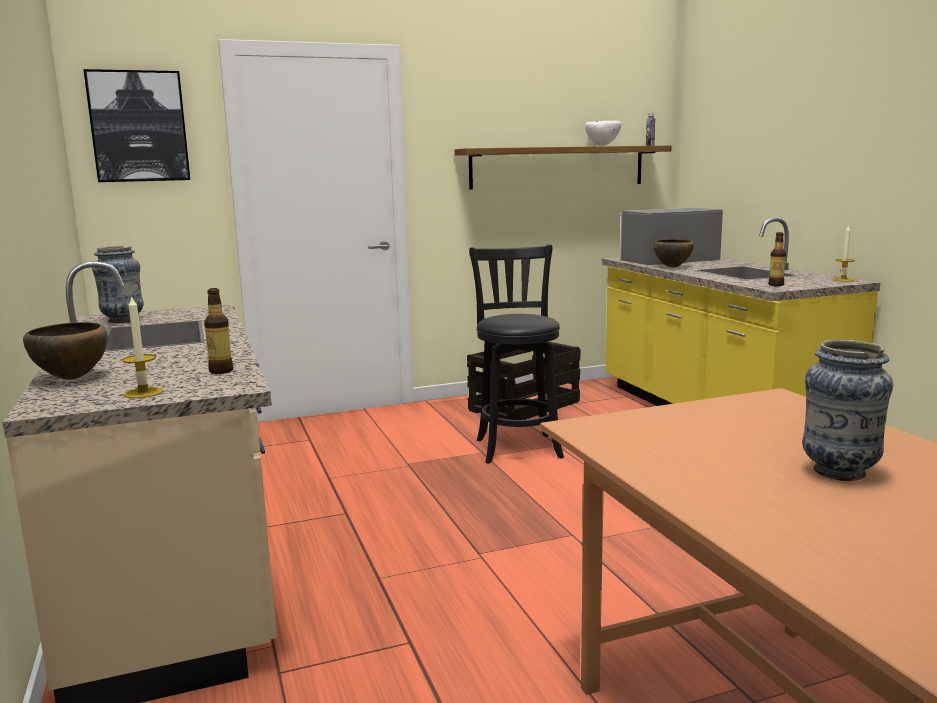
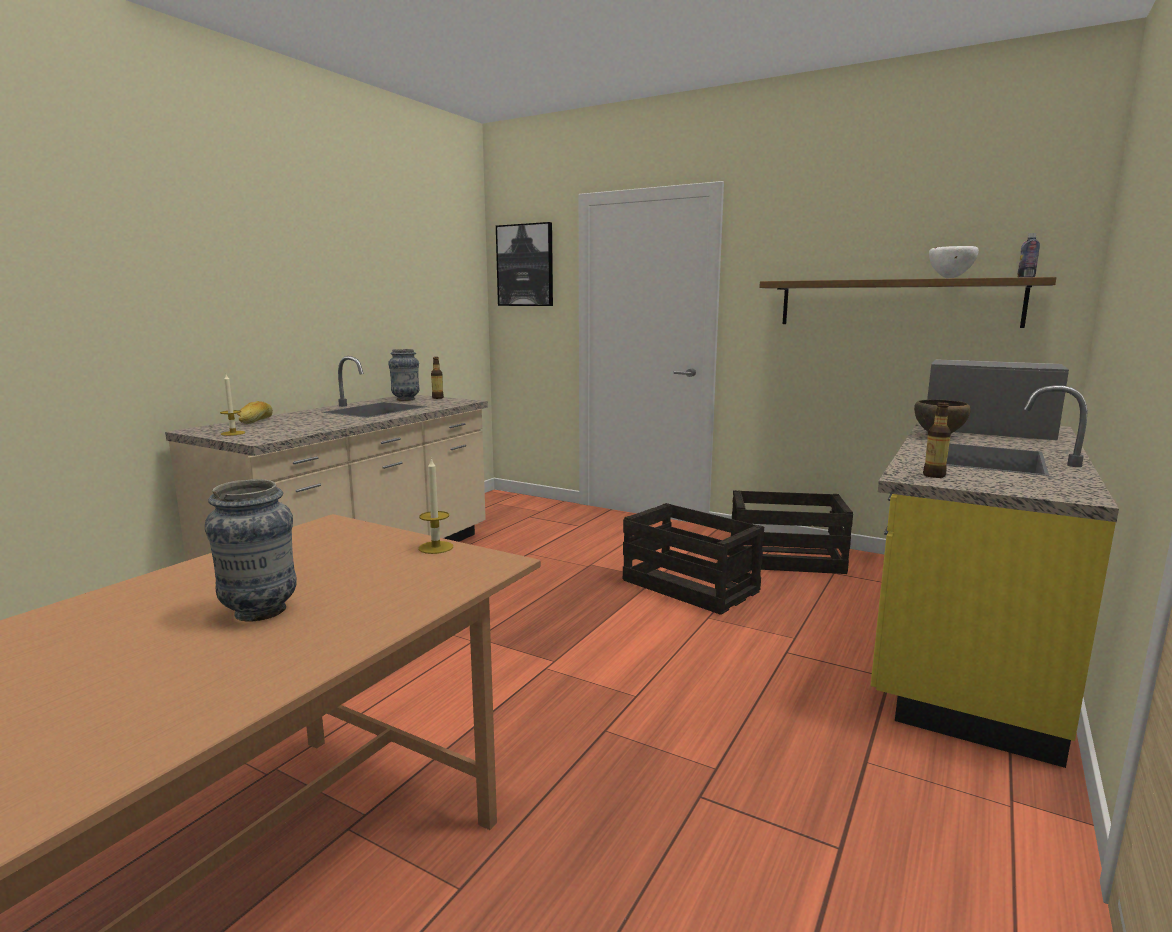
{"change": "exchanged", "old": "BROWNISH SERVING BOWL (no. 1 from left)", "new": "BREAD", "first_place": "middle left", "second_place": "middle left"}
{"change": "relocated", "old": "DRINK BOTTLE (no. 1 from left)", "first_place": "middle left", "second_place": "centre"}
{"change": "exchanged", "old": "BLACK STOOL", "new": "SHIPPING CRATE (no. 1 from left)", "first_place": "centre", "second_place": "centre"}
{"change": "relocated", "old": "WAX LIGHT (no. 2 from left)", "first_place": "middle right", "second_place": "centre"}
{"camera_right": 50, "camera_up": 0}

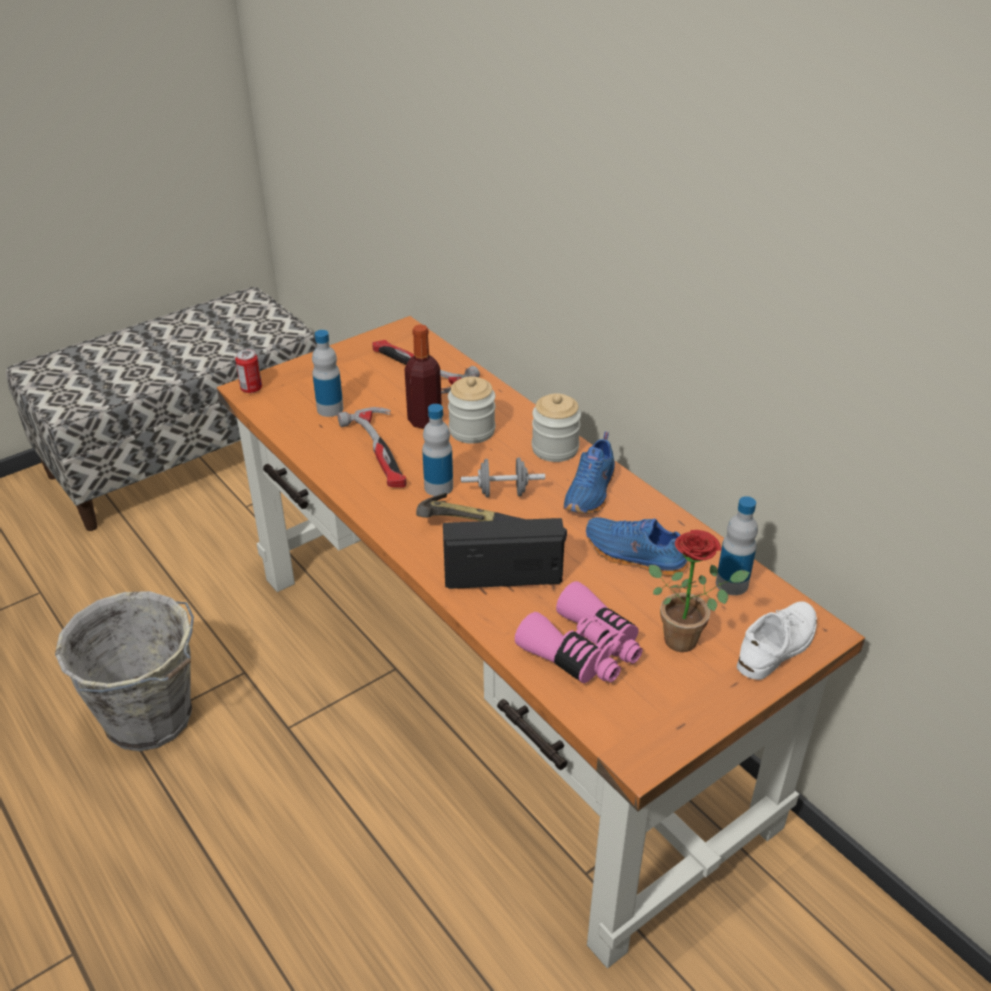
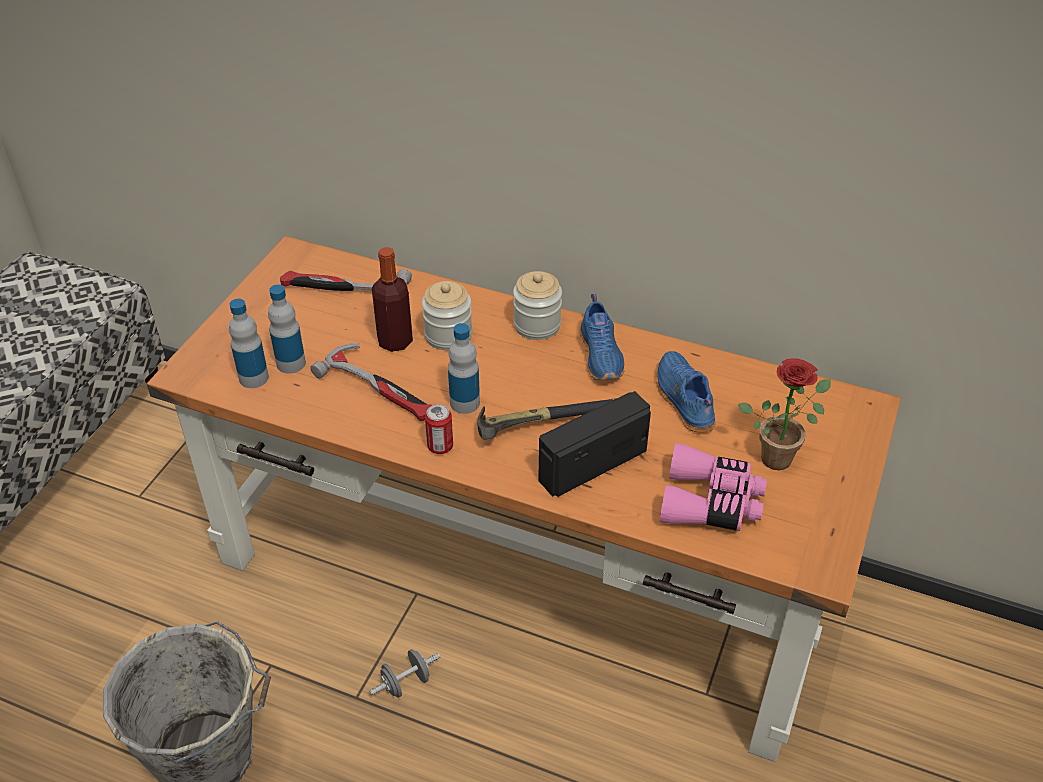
{"change": "relocated", "old": "CAN", "first_place": "middle left", "second_place": "centre"}
{"change": "relocated", "old": "GREYISH DUMBBELL", "first_place": "centre", "second_place": "bottom centre"}
{"change": "spun", "old": "BLUISH ITEM OF FOOTWEAR (no. 2 from left)", "first_place": "centre", "second_place": "centre", "degrees": 75}
{"change": "relocated", "old": "DRINK BOTTLE (no. 4 from left in the first image)", "new": "DRINK BOTTLE (no. 1 from left)", "first_place": "middle right", "second_place": "middle left"}
{"change": "missing", "old": "WHITE-COLOURED ITEM OF FOOTWEAR", "first_place": "middle right"}
{"camera_right": -30, "camera_up": 5}

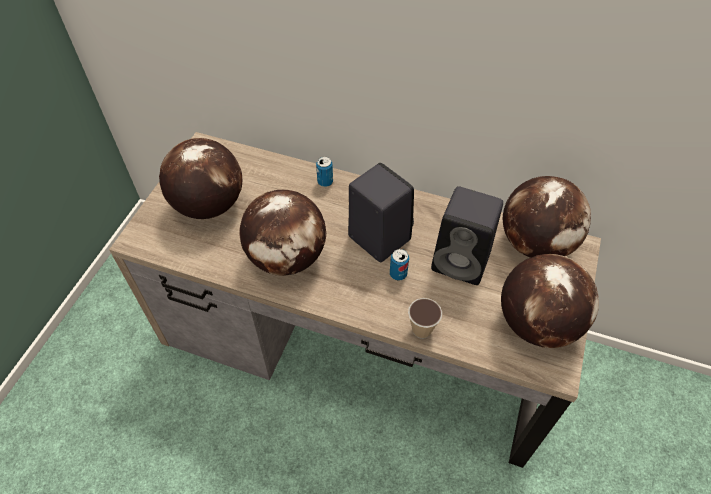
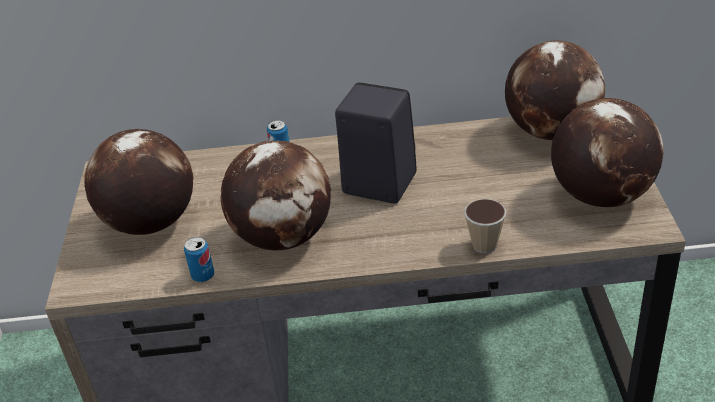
{"change": "relocated", "old": "CAN (no. 2 from left in the first image)", "new": "CAN (no. 1 from left)", "first_place": "centre", "second_place": "middle left"}
{"change": "missing", "old": "BLACK SPEAKER (no. 2 from left)", "first_place": "centre"}
{"camera_right": -20, "camera_up": -15}

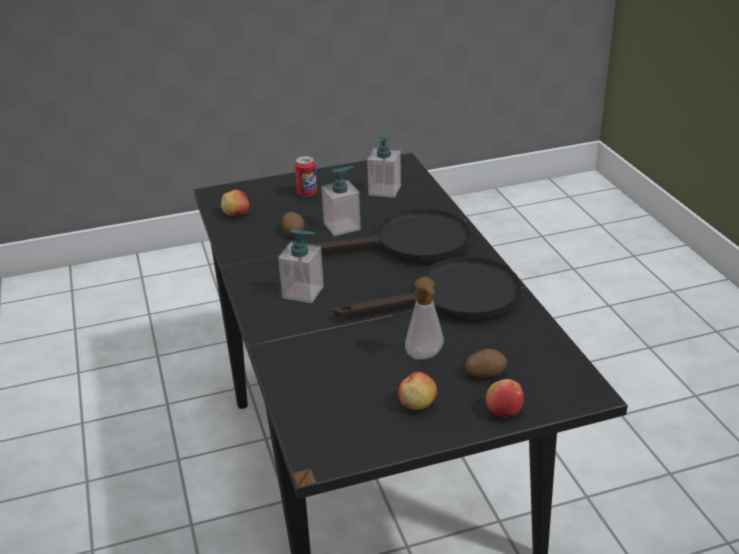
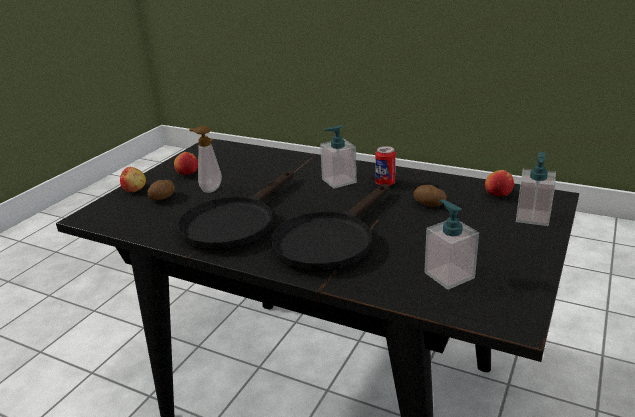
{"change": "relocated", "old": "CAN", "first_place": "top centre", "second_place": "centre"}
{"change": "relocated", "old": "LIQUID SOAP BOTTLE (no. 2 from left in the first image)", "new": "LIQUID SOAP BOTTLE (no. 4 from left)", "first_place": "centre", "second_place": "middle right"}
{"camera_right": 135, "camera_up": -5}

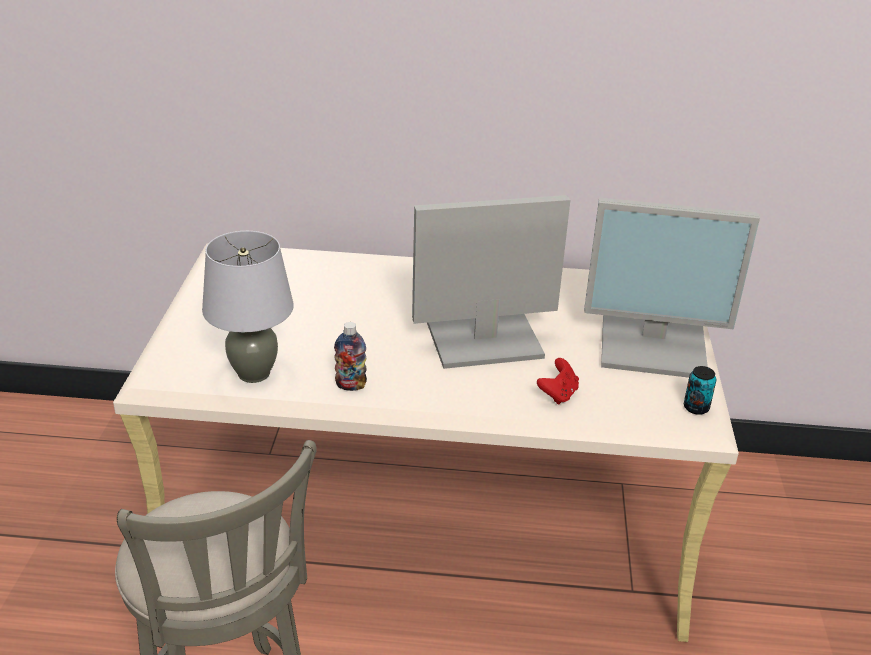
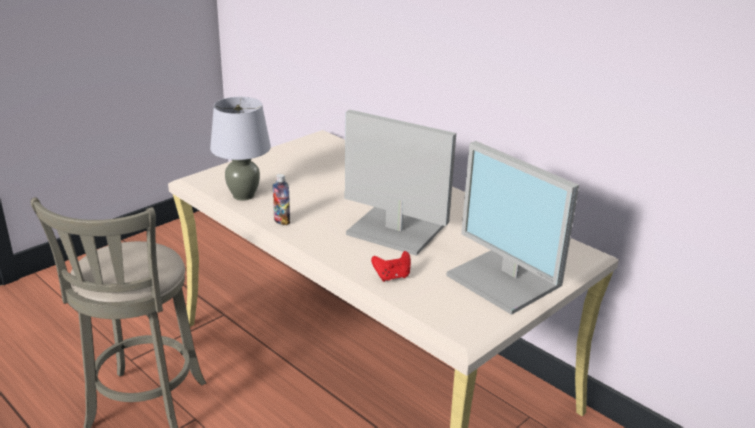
{"change": "missing", "old": "CAN", "first_place": "middle right"}
{"camera_right": 40, "camera_up": -5}

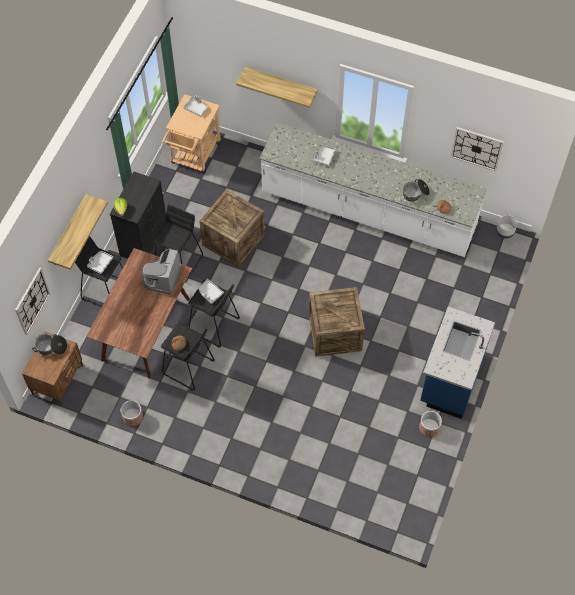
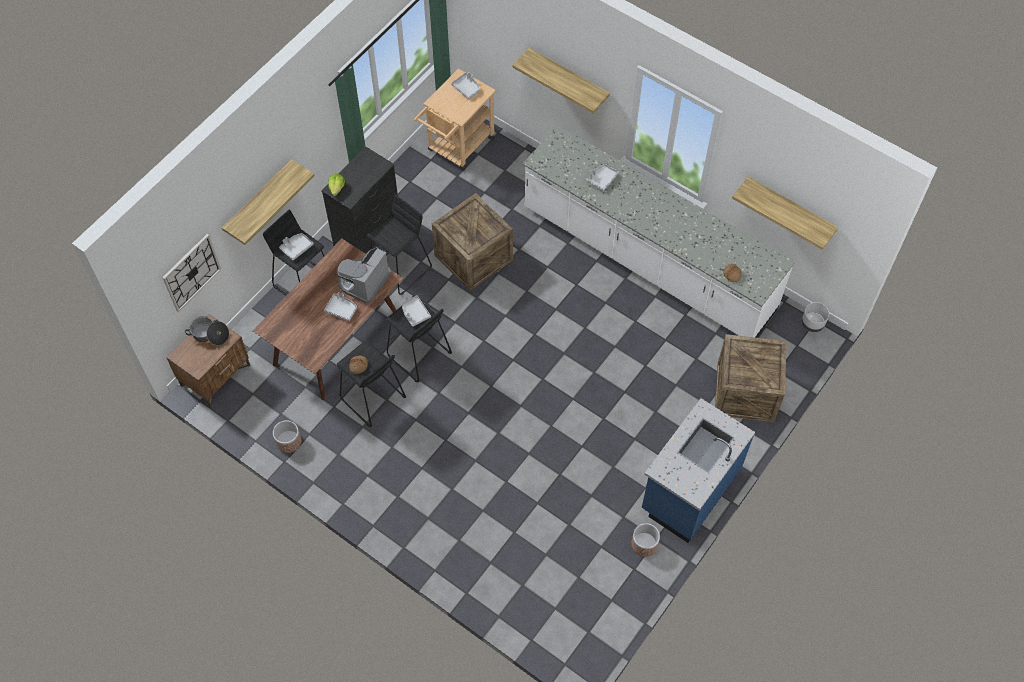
{"change": "relocated", "old": "SHIPPING CRATE (no. 2 from left)", "first_place": "centre", "second_place": "middle right"}
{"change": "missing", "old": "STOCKPOT (no. 2 from left)", "first_place": "top right"}
{"change": "exchanged", "old": "WALL CLOCK (no. 2 from left)", "new": "WALL SHELF (no. 3 from left)", "first_place": "top right", "second_place": "top right"}
{"change": "appeared", "new": "GREYISH CARRYING TRAY (no. 2 from left)", "second_place": "middle left"}
{"camera_right": 15, "camera_up": 0}

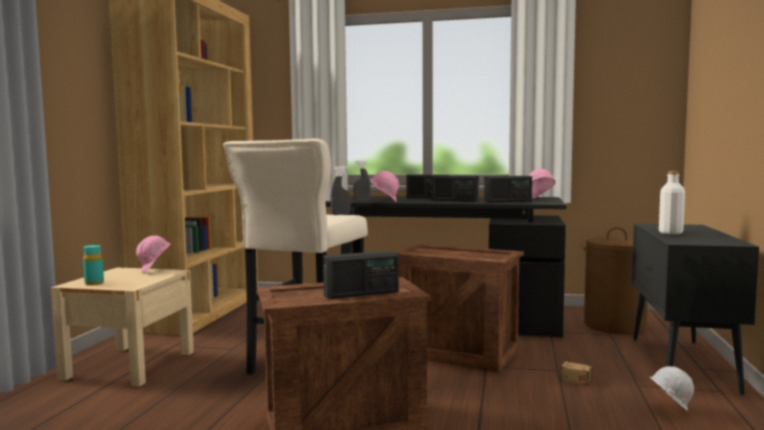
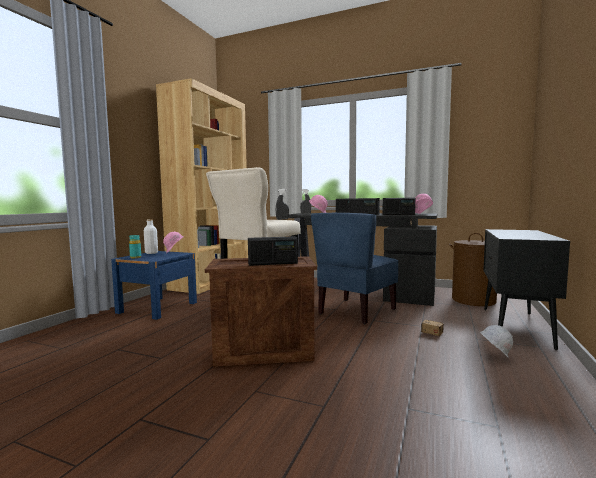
{"change": "colour", "old": "BEIGE-COLOURED NIGHTSTAND", "new": "BLUISH NIGHTSTAND", "first_place": "bottom left", "second_place": "middle left"}
{"change": "exchanged", "old": "SHIPPING CRATE (no. 2 from left)", "new": "BLUISH UPRIGHT CHAIR", "first_place": "bottom centre", "second_place": "centre"}
{"change": "relocated", "old": "WHITE-COLOURED DRINK BOTTLE", "first_place": "middle right", "second_place": "middle left"}
{"camera_right": 10, "camera_up": 0}

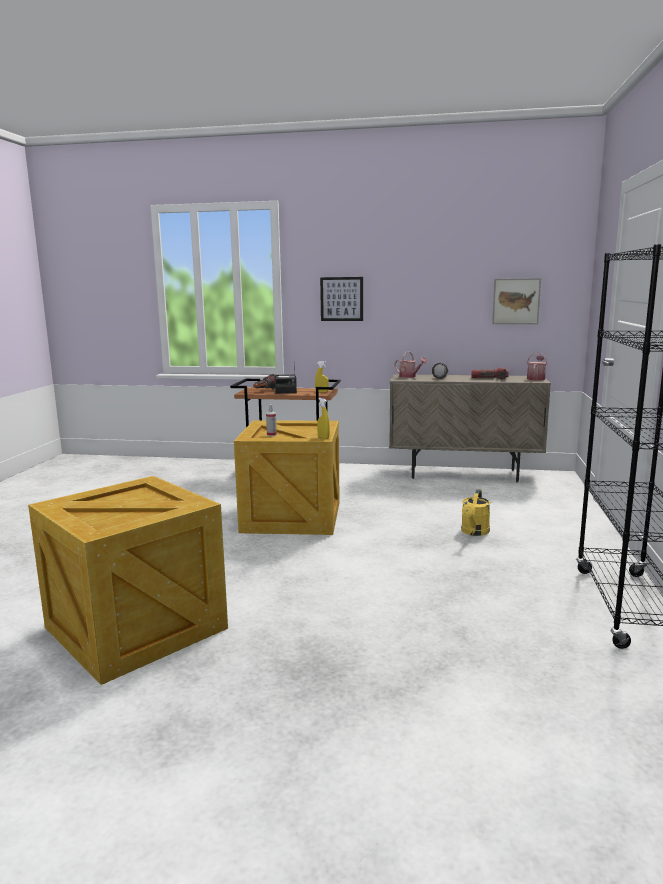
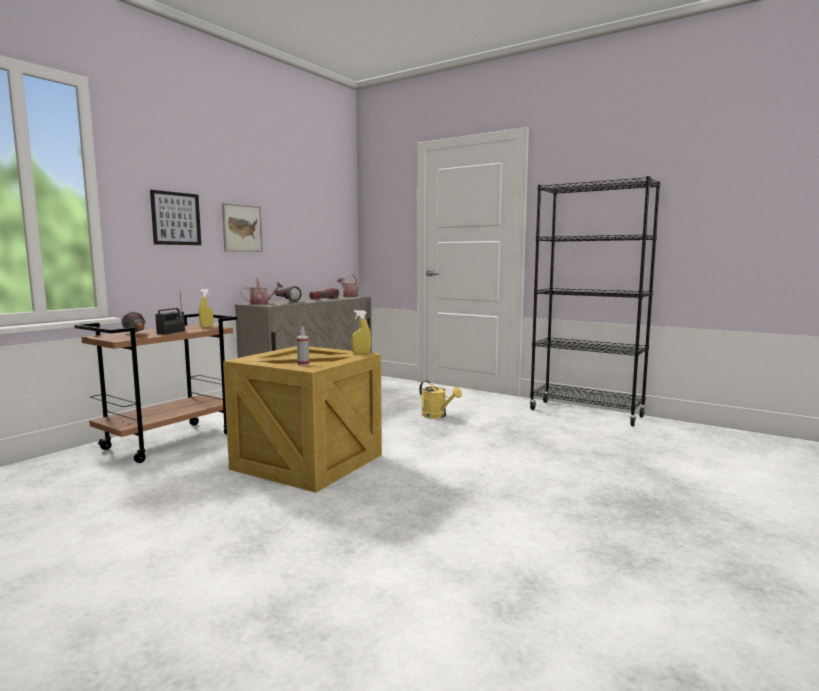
{"change": "missing", "old": "SHIPPING CRATE (no. 1 from left)", "first_place": "middle left"}
{"change": "relocated", "old": "WALL PICTURE (no. 2 from left)", "first_place": "middle right", "second_place": "top left"}
{"camera_right": -65, "camera_up": -5}

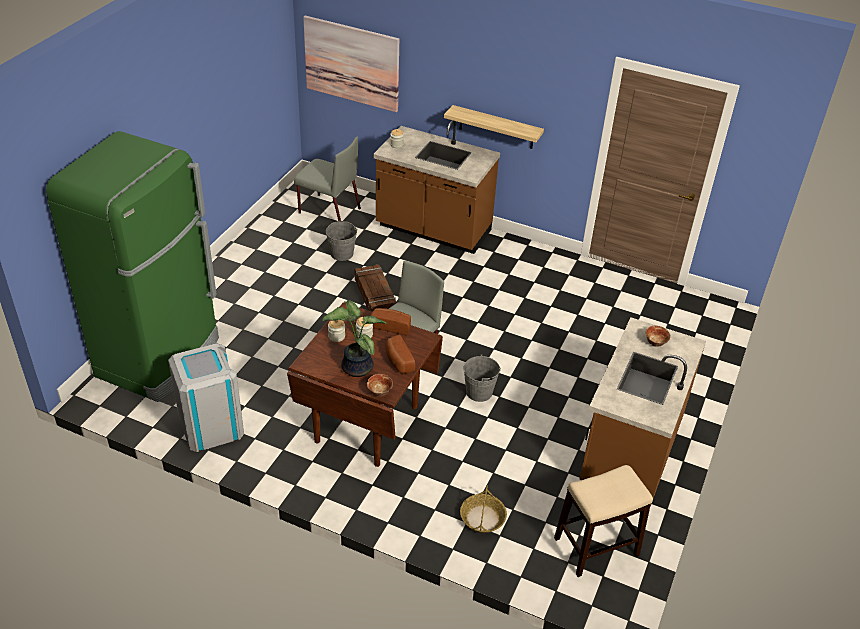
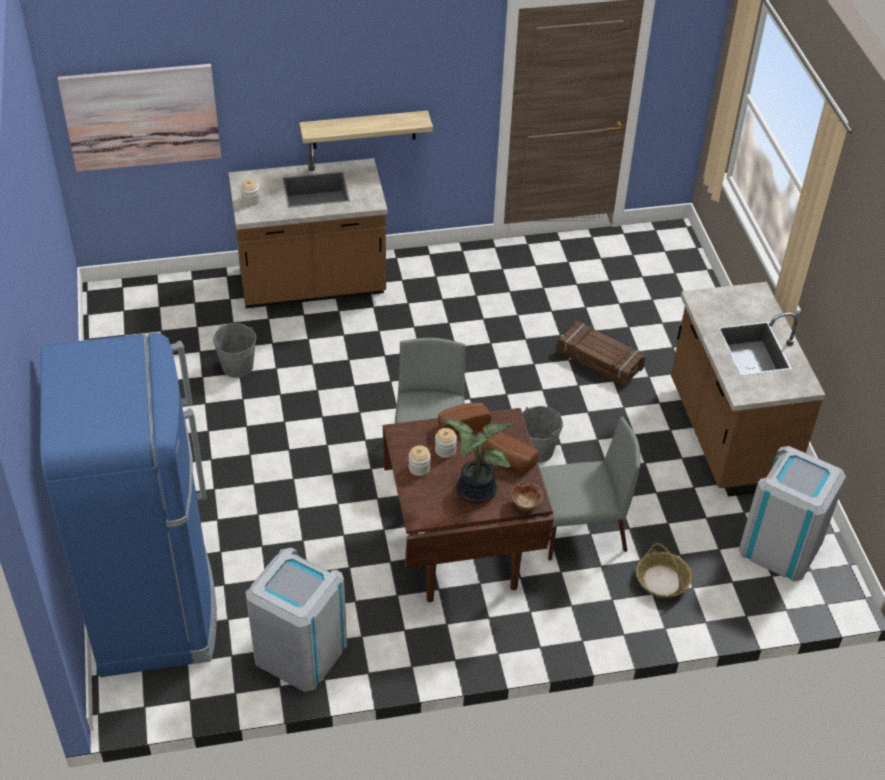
{"change": "colour", "old": "GREENISH REFRIGERATOR", "new": "BLUISH REFRIGERATOR", "first_place": "middle left", "second_place": "middle left"}
{"change": "relocated", "old": "GREYISH UPRIGHT CHAIR (no. 1 from left in the first image)", "new": "GREYISH UPRIGHT CHAIR (no. 2 from left)", "first_place": "top centre", "second_place": "middle right"}
{"change": "relocated", "old": "SHIPPING CRATE", "first_place": "centre", "second_place": "middle right"}
{"change": "exchanged", "old": "STOOL", "new": "GREYISH WASTE BIN (no. 2 from left)", "first_place": "bottom right", "second_place": "middle right"}
{"change": "missing", "old": "SERVING BOWL (no. 2 from left)", "first_place": "middle right"}
{"camera_right": -35, "camera_up": 5}

